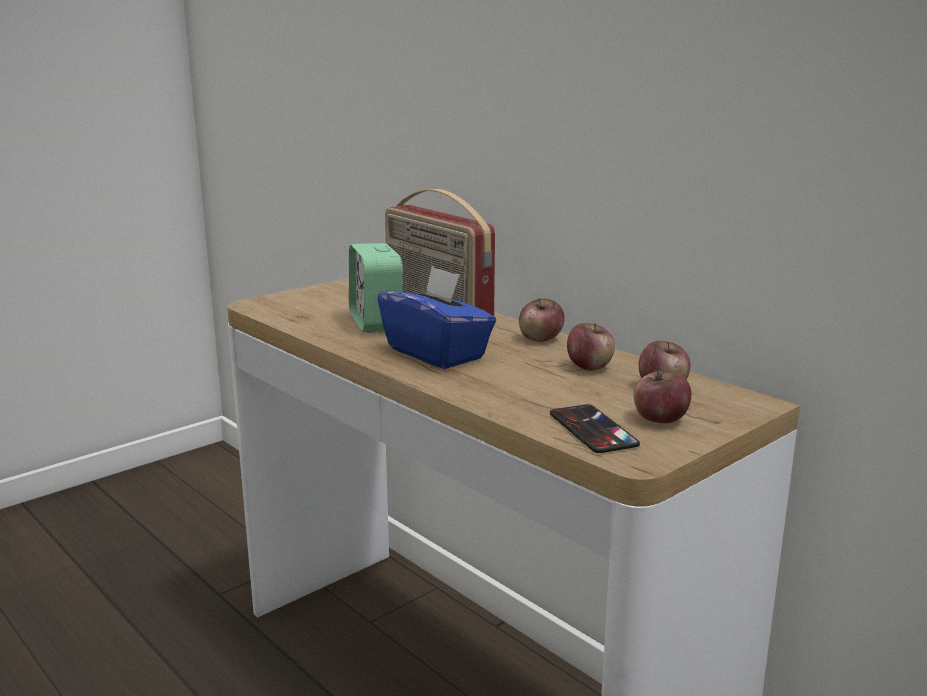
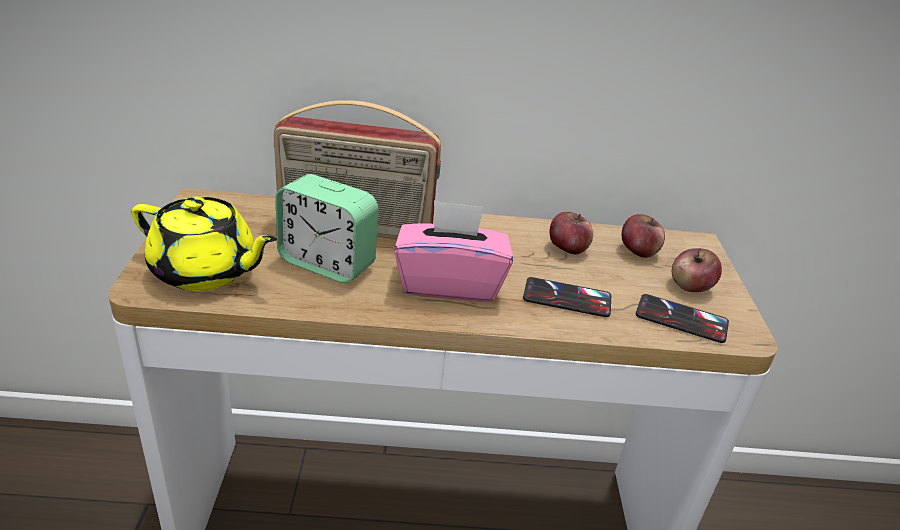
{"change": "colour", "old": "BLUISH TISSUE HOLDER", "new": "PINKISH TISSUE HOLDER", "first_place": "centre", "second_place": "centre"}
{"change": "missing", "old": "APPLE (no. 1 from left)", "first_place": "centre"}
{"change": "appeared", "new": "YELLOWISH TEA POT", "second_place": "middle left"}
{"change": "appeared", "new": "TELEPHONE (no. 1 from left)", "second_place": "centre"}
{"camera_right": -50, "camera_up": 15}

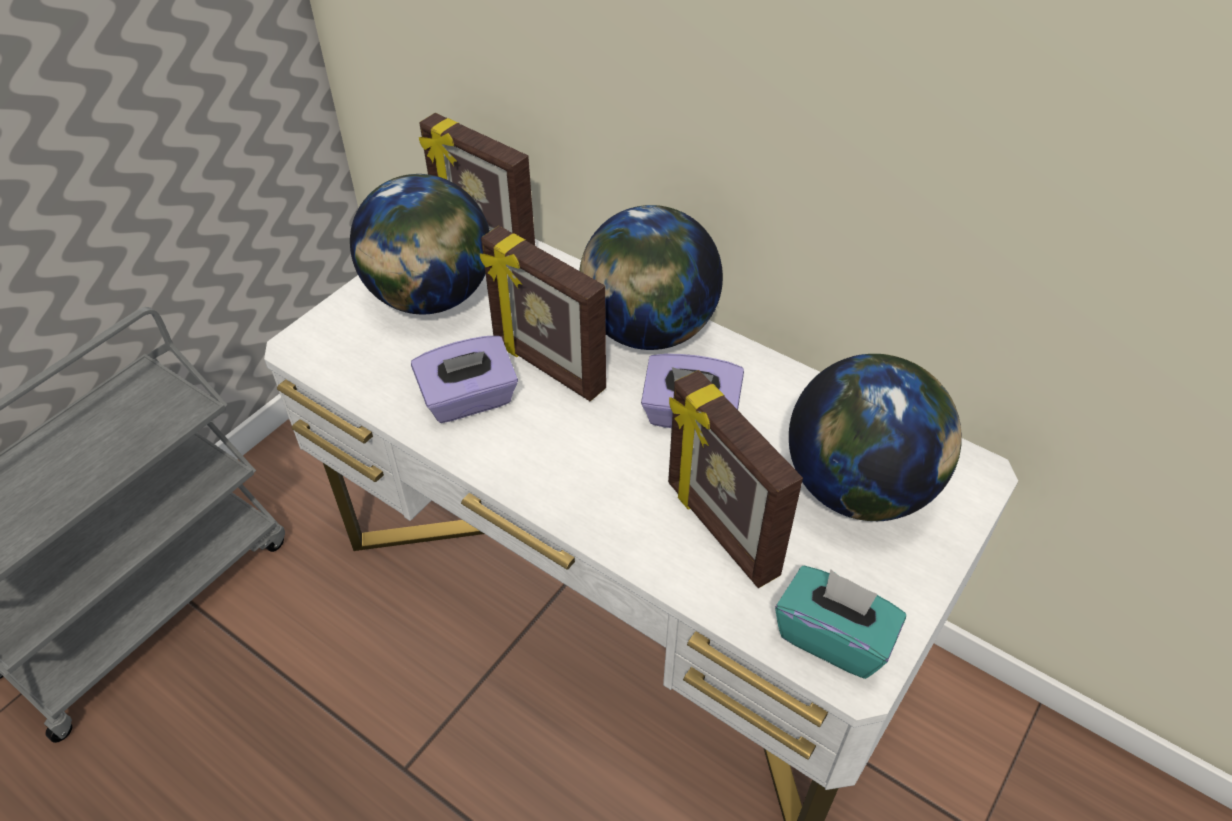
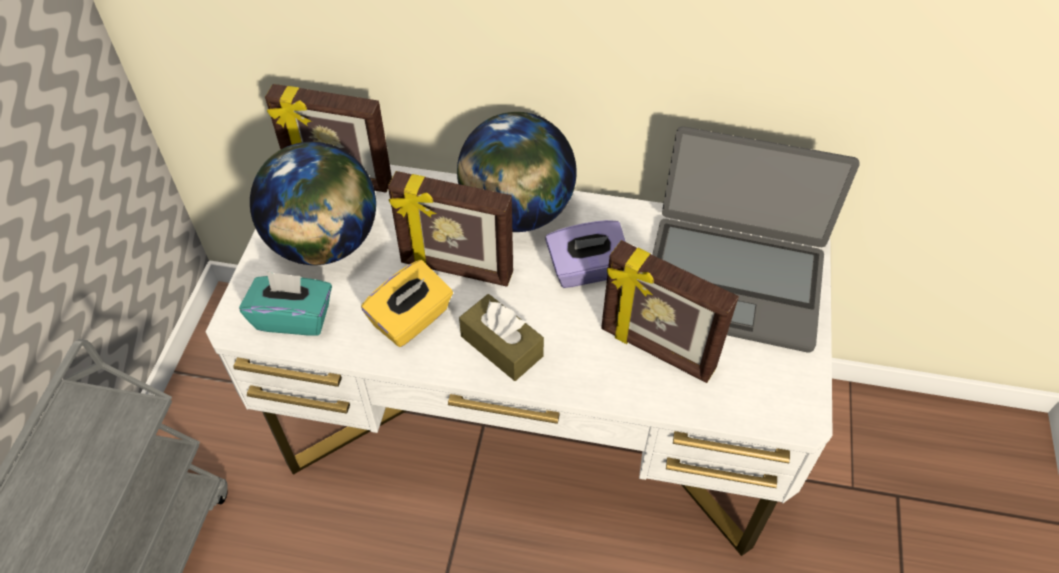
{"change": "colour", "old": "PURPLE TISSUE HOLDER (no. 1 from left)", "new": "YELLOWISH TISSUE HOLDER", "first_place": "centre", "second_place": "centre"}
{"change": "relocated", "old": "TURQUOISE TISSUE HOLDER", "first_place": "bottom right", "second_place": "middle left"}
{"change": "exchanged", "old": "WORLD GLOBE (no. 3 from left)", "new": "LAPTOP", "first_place": "middle right", "second_place": "middle right"}
{"change": "appeared", "new": "BROWNISH TISSUE HOLDER", "second_place": "centre"}
{"camera_right": -25, "camera_up": 5}

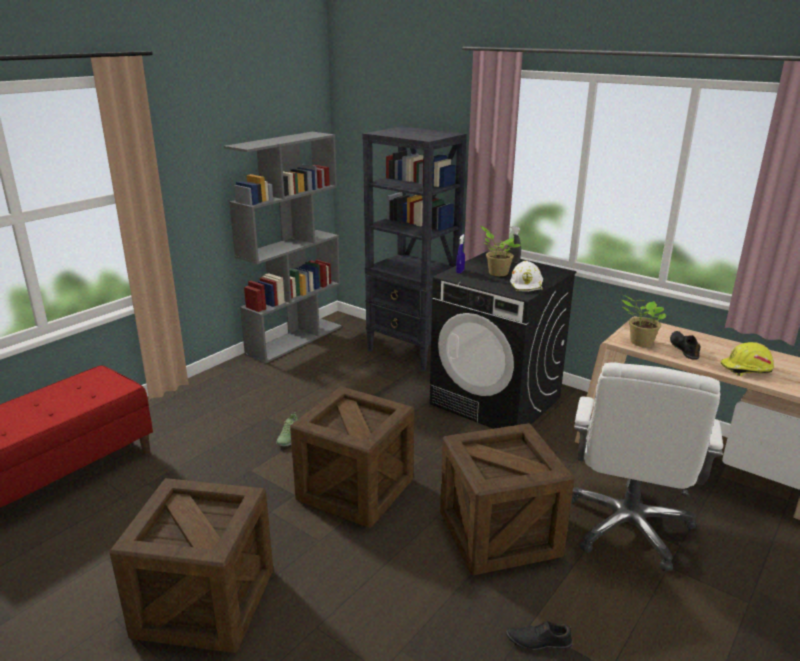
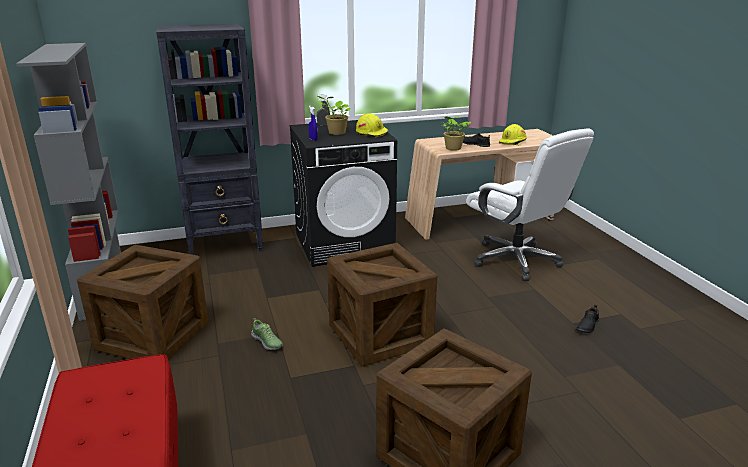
{"change": "relocated", "old": "SHIPPING CRATE (no. 3 from left in the first image)", "new": "SHIPPING CRATE (no. 1 from left)", "first_place": "bottom centre", "second_place": "middle left"}
{"change": "colour", "old": "WHITE-COLOURED HARD HAT", "new": "YELLOWISH HARD HAT (no. 1 from left)", "first_place": "centre", "second_place": "top centre"}
{"camera_right": -55, "camera_up": 0}

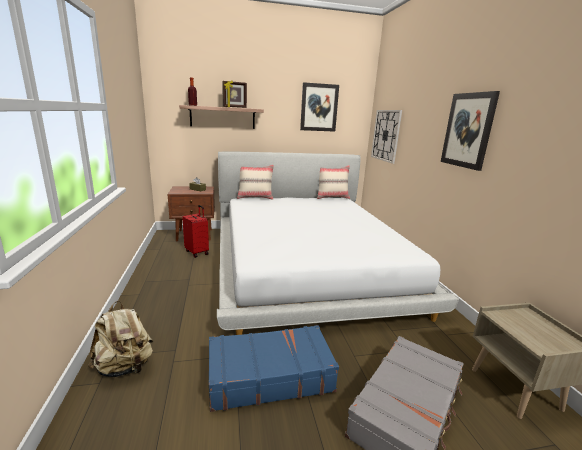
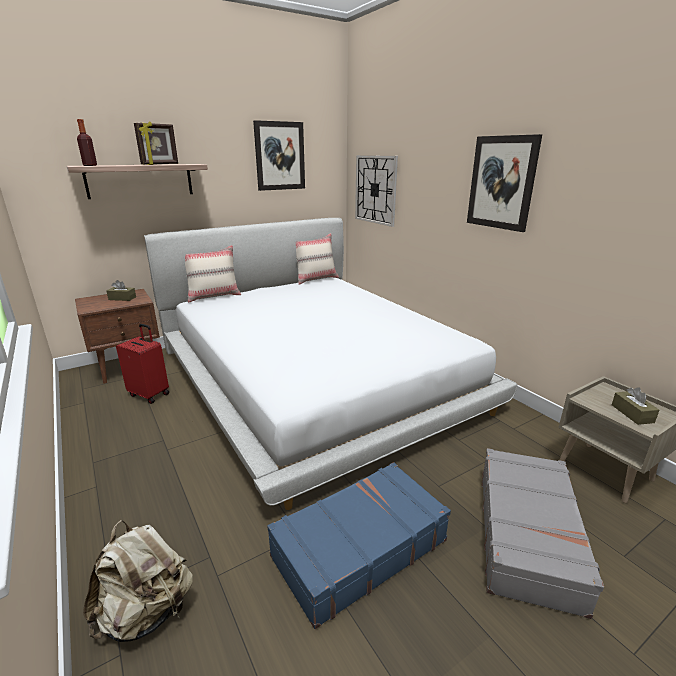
{"change": "appeared", "new": "BROWNISH TISSUE HOLDER (no. 2 from left)", "second_place": "middle right"}
{"camera_right": -20, "camera_up": 5}

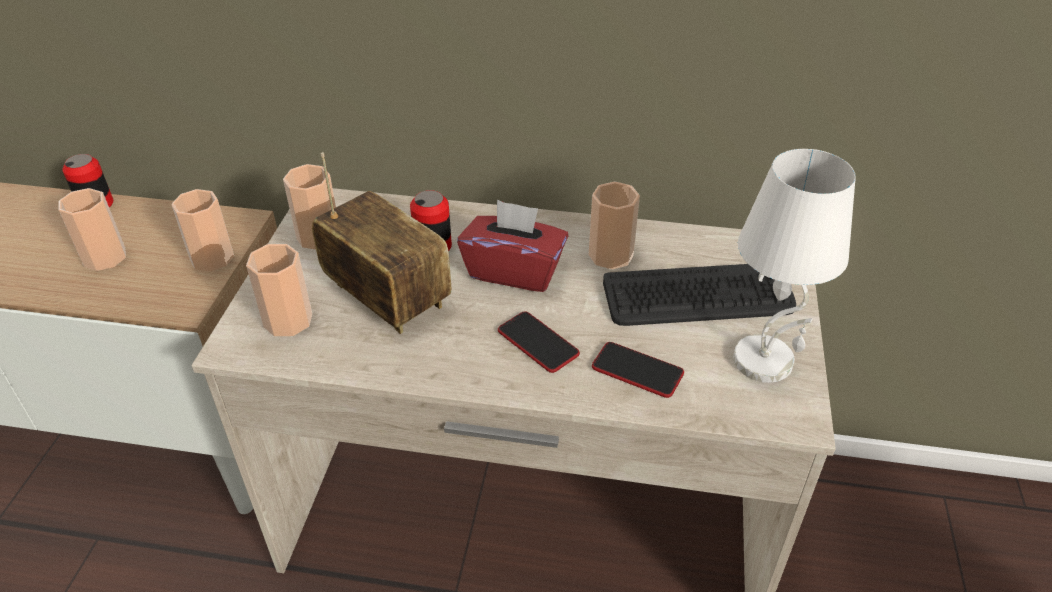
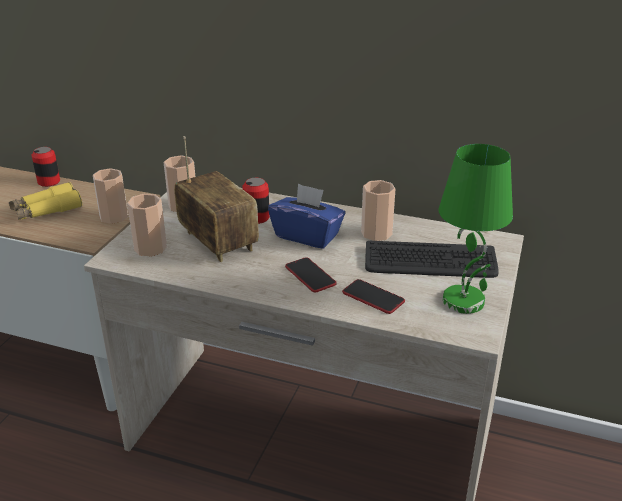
{"change": "exchanged", "old": "DRINKING CUP (no. 1 from left)", "new": "YELLOWISH PAIR OF BINOCULARS", "first_place": "middle left", "second_place": "middle left"}
{"change": "colour", "old": "REDDISH TISSUE HOLDER", "new": "BLUISH TISSUE HOLDER", "first_place": "centre", "second_place": "centre"}
{"change": "colour", "old": "WHITE-COLOURED LAMP FOR A TABLE", "new": "GREENISH LAMP FOR A TABLE", "first_place": "middle right", "second_place": "middle right"}
{"camera_right": 10, "camera_up": -10}

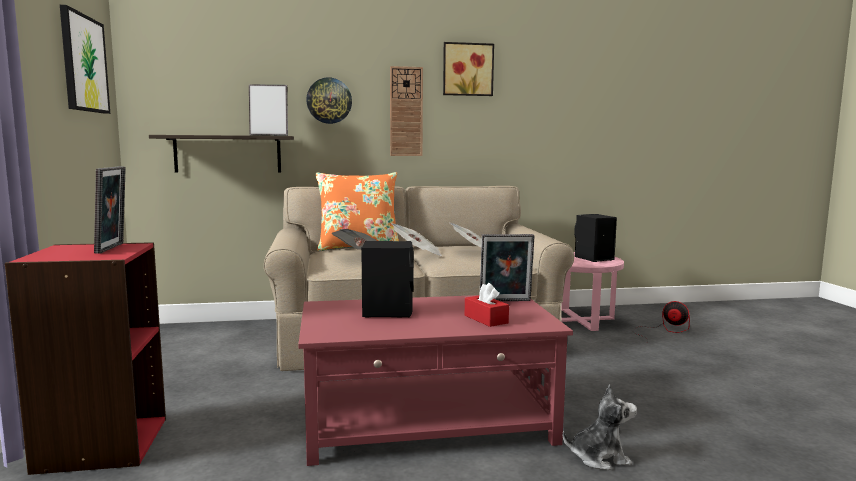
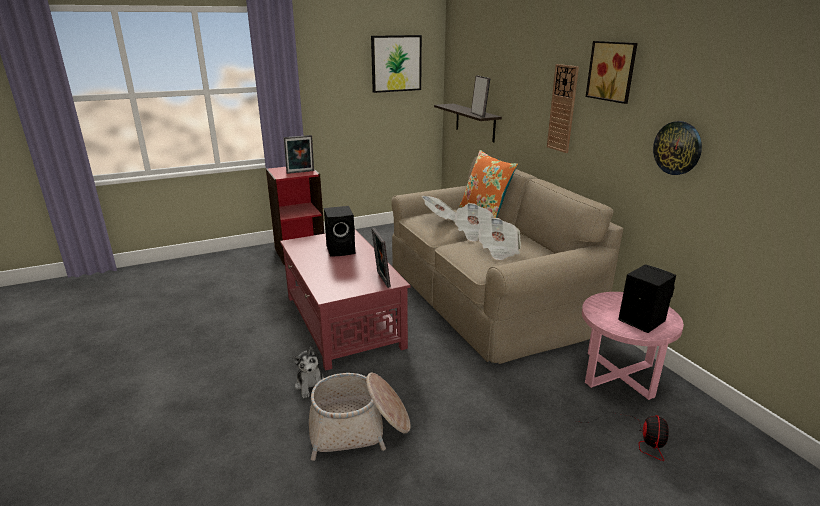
{"change": "relocated", "old": "WALL CLOCK (no. 1 from left in the first image)", "new": "WALL CLOCK (no. 2 from left)", "first_place": "top centre", "second_place": "top right"}
{"change": "missing", "old": "REDDISH TISSUE HOLDER", "first_place": "centre"}
{"change": "appeared", "new": "BASKET", "second_place": "bottom centre"}
{"camera_right": 75, "camera_up": 15}

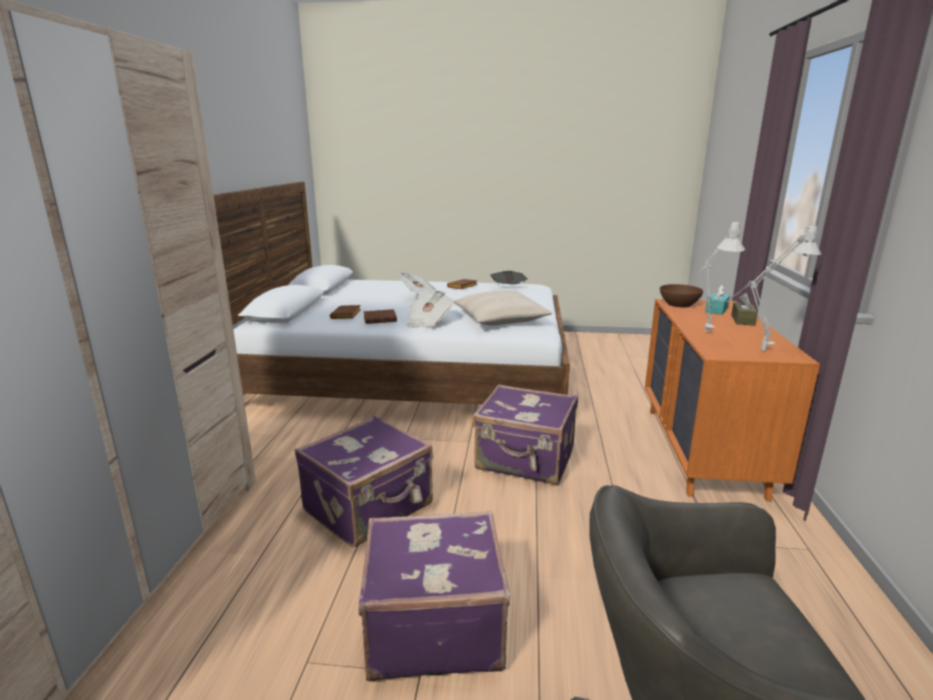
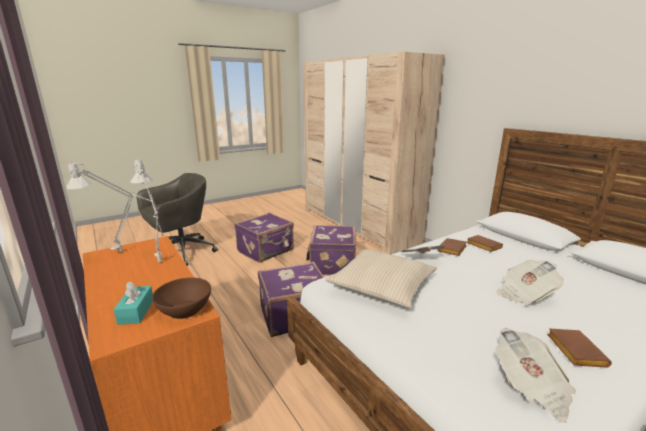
{"change": "missing", "old": "BROWNISH TISSUE HOLDER", "first_place": "middle right"}
{"camera_right": 140, "camera_up": 0}

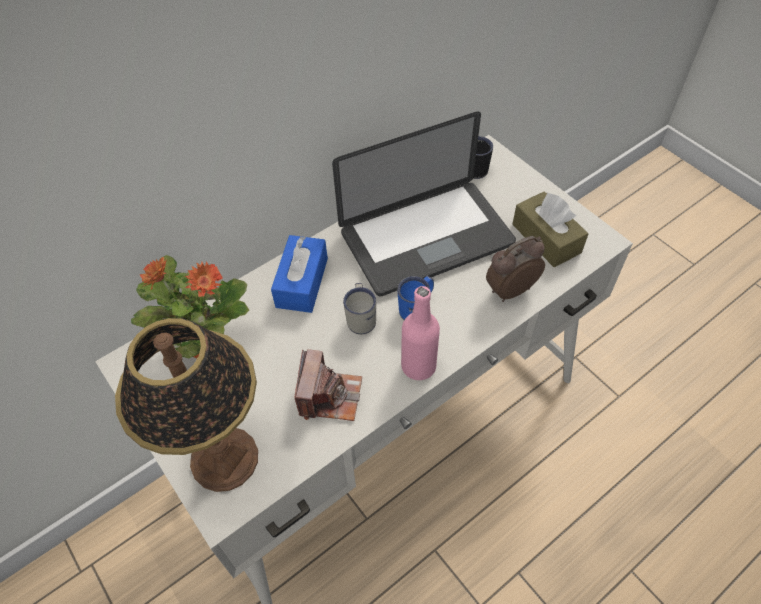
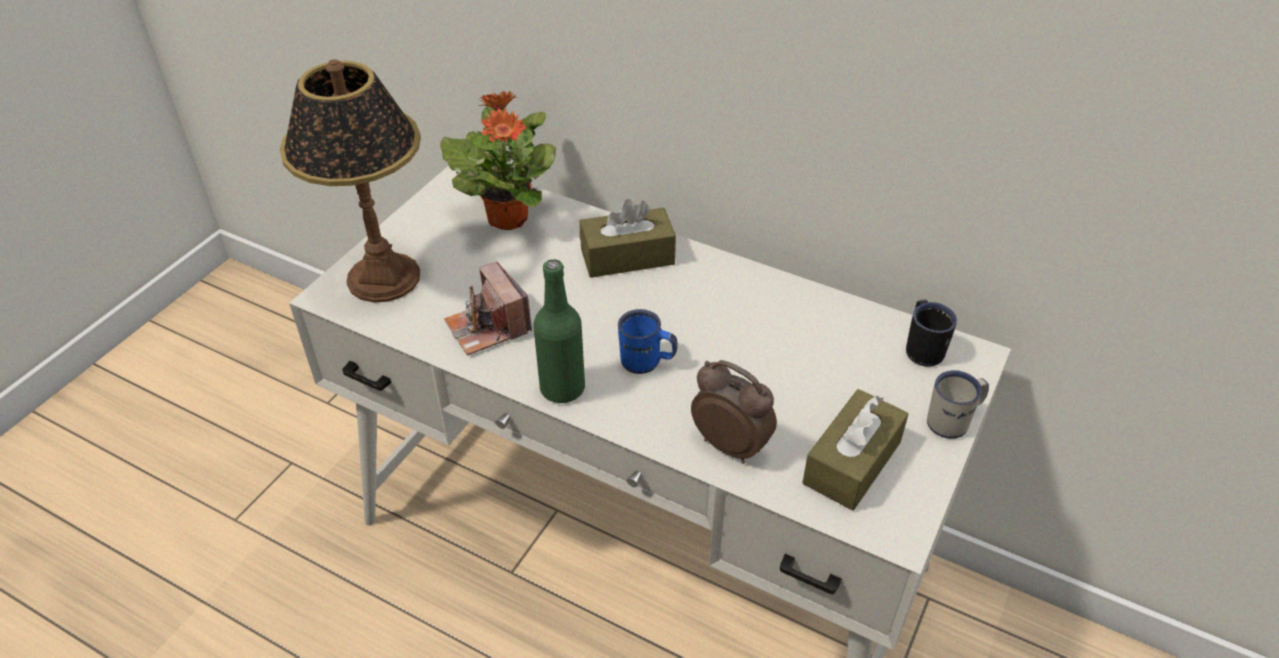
{"change": "colour", "old": "BLUISH TISSUE HOLDER", "new": "BROWNISH TISSUE HOLDER (no. 1 from left)", "first_place": "centre", "second_place": "centre"}
{"change": "spun", "old": "PHOTO CAMERA", "first_place": "centre", "second_place": "centre", "degrees": 75}
{"change": "missing", "old": "LAPTOP", "first_place": "centre"}
{"change": "relocated", "old": "WHITE-COLOURED MUG", "first_place": "centre", "second_place": "middle right"}
{"change": "colour", "old": "PINKISH DRINK BOTTLE", "new": "GREENISH DRINK BOTTLE", "first_place": "centre", "second_place": "centre"}
{"camera_right": 65, "camera_up": -10}

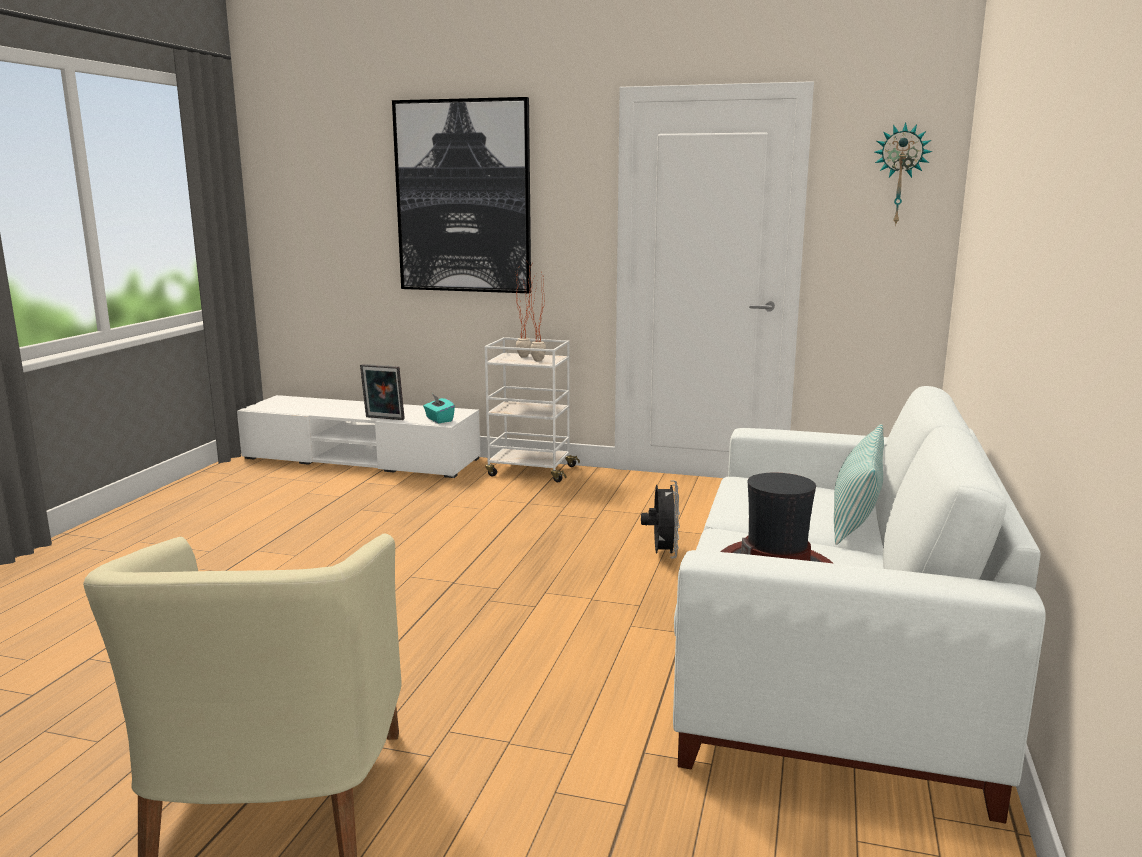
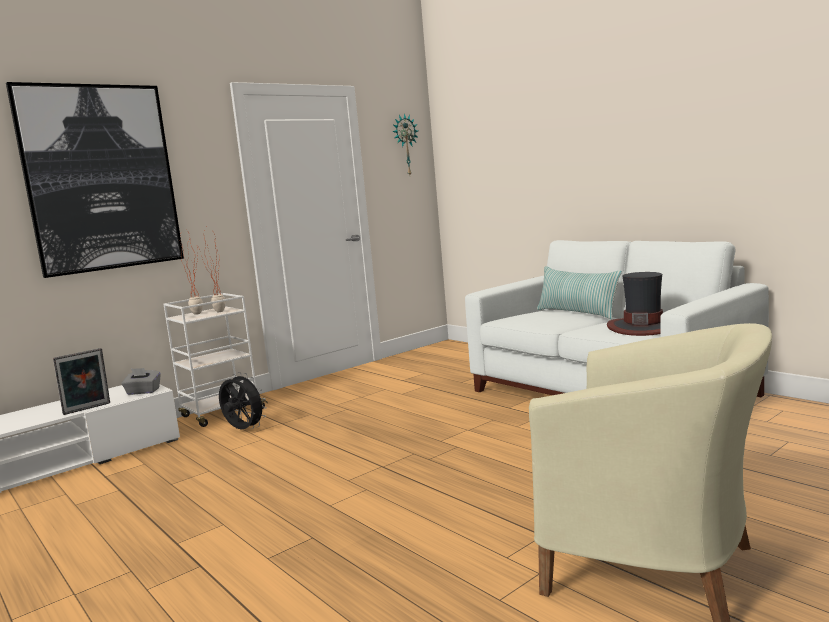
{"change": "colour", "old": "TURQUOISE TISSUE HOLDER", "new": "GREYISH TISSUE HOLDER", "first_place": "centre", "second_place": "middle left"}
{"change": "relocated", "old": "BLACK FAN", "first_place": "centre", "second_place": "middle left"}
{"camera_right": -55, "camera_up": -5}

